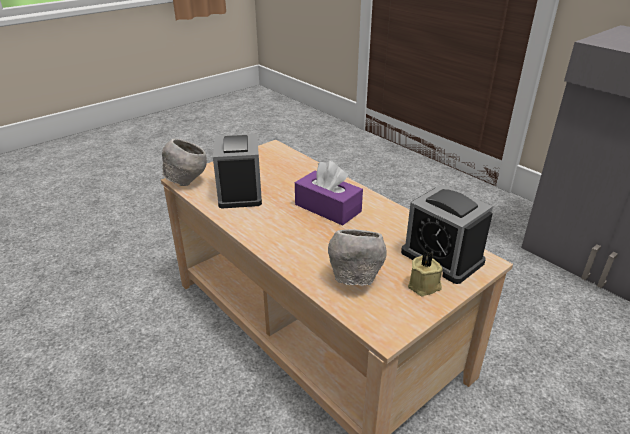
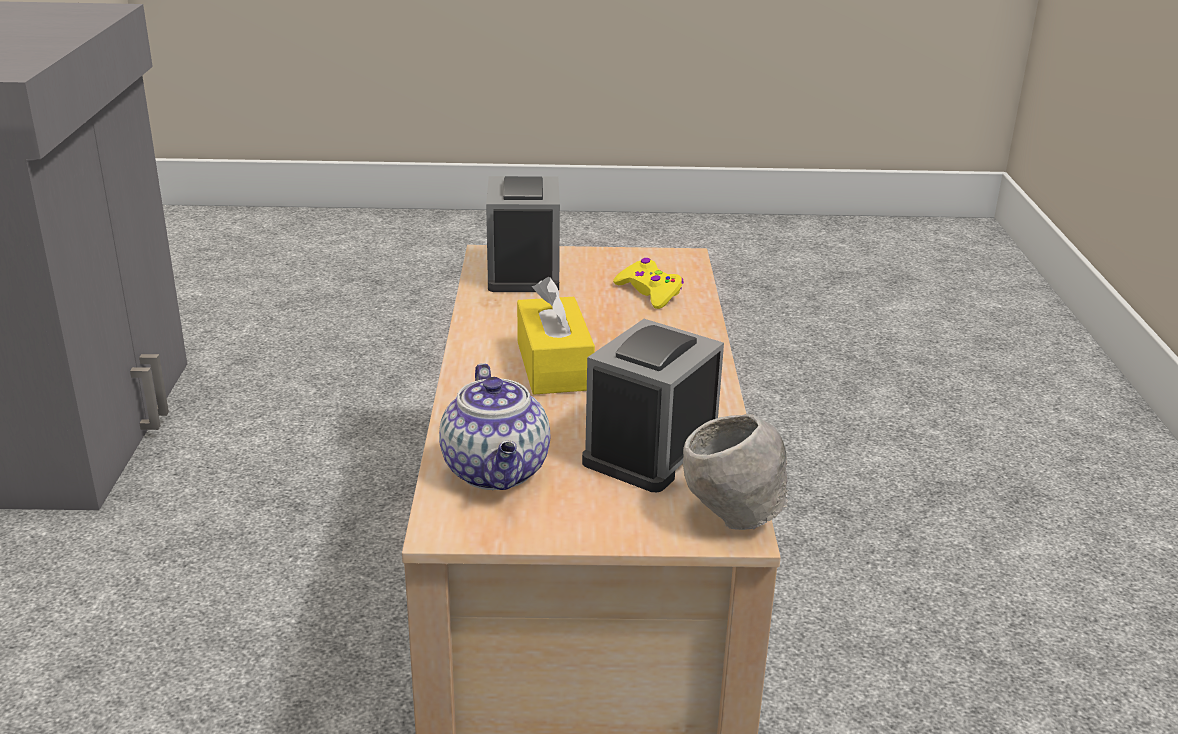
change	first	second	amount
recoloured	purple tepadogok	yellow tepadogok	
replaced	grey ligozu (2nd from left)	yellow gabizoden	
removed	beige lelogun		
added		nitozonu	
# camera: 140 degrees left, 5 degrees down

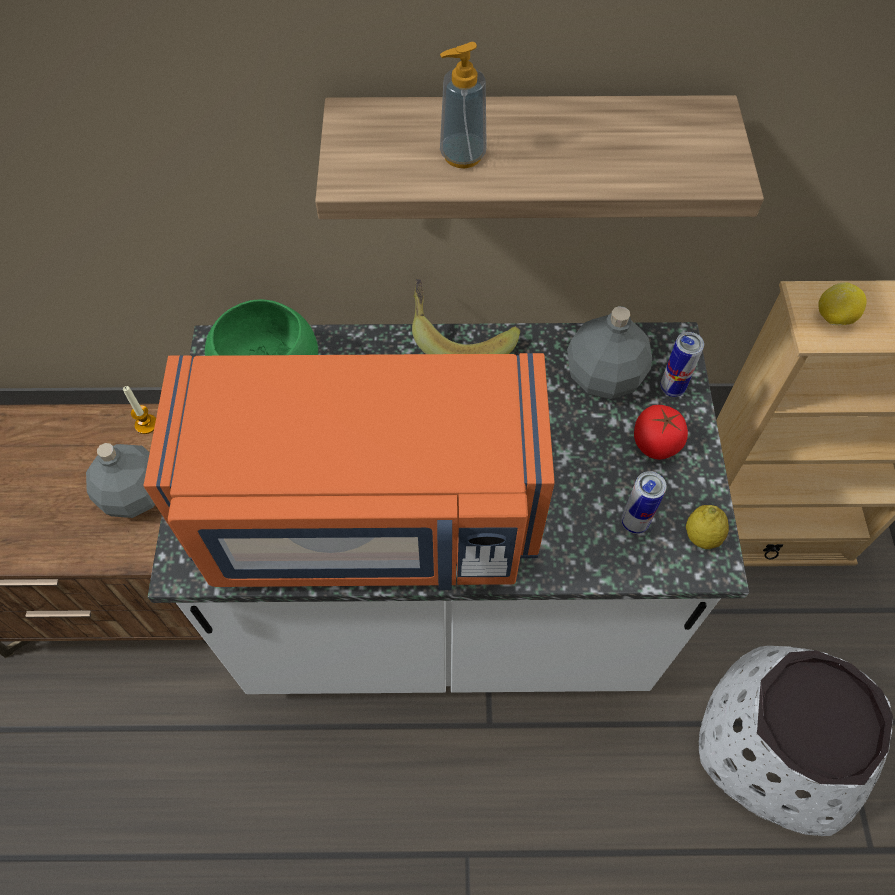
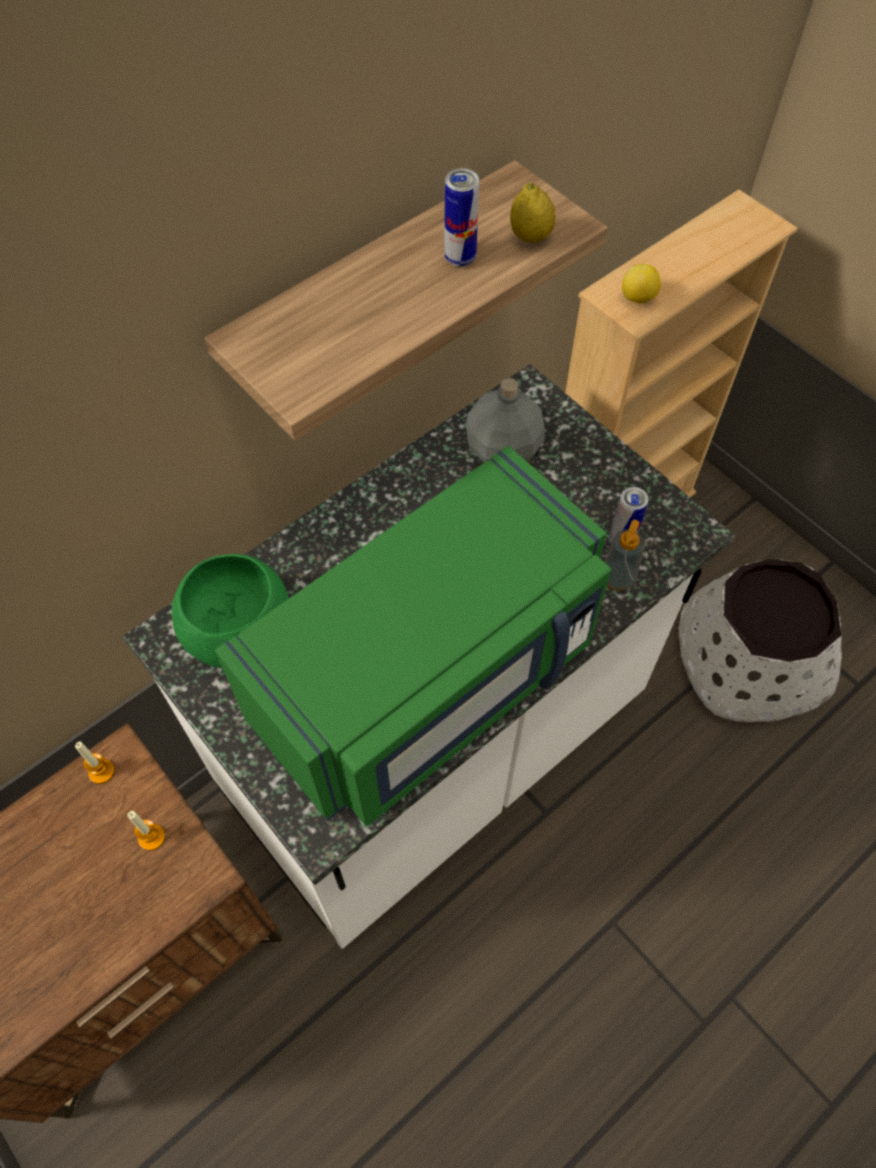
change	first	second	amount
moved	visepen		
removed	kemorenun		
moved	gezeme (2nd from left in the first image)	gezeme (1st from left)	
recoloured	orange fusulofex	green fusulofex	
removed	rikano		
replaced	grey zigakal (1st from left)	lelogun (2nd from left)	
moved	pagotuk (1st from left)		
# camera: 40 degrees left, 0 degrees up

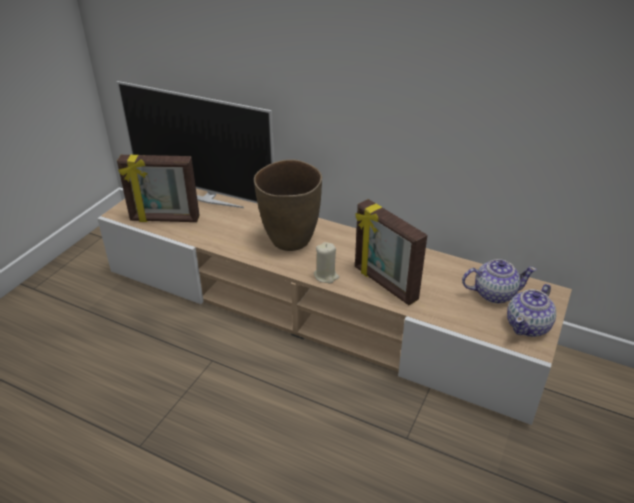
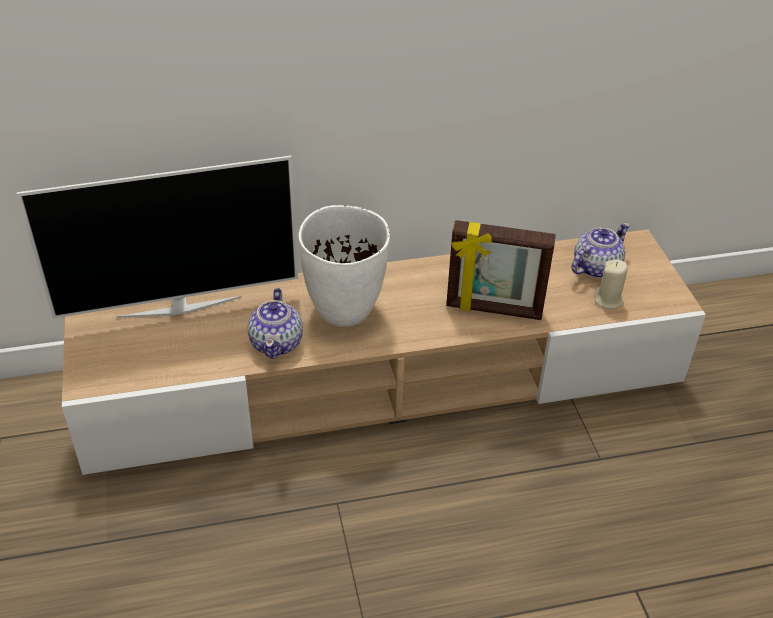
change	first	second	amount
removed	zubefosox (1st from left)		
recoloured	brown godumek	white godumek	
moved	beige lelogun		
moved	nitozonu (2nd from left in the first image)	nitozonu (1st from left)	
# camera: 40 degrees left, 5 degrees up

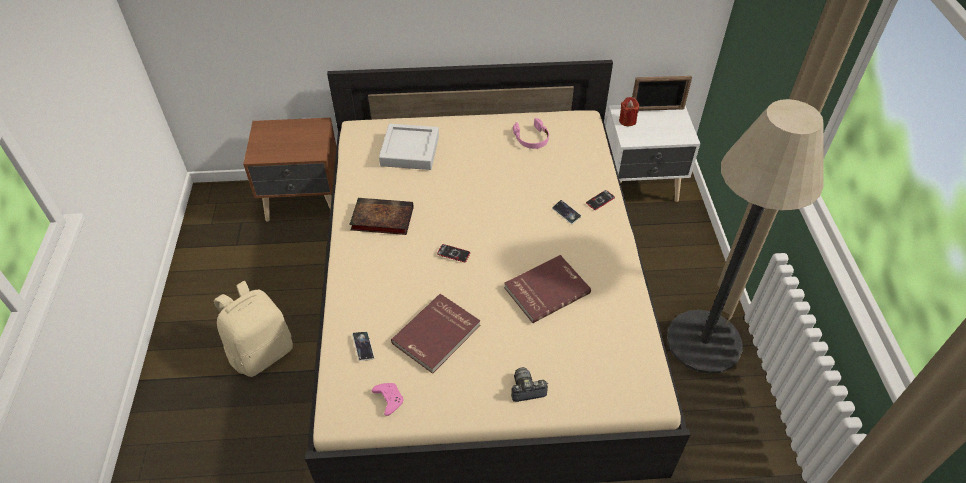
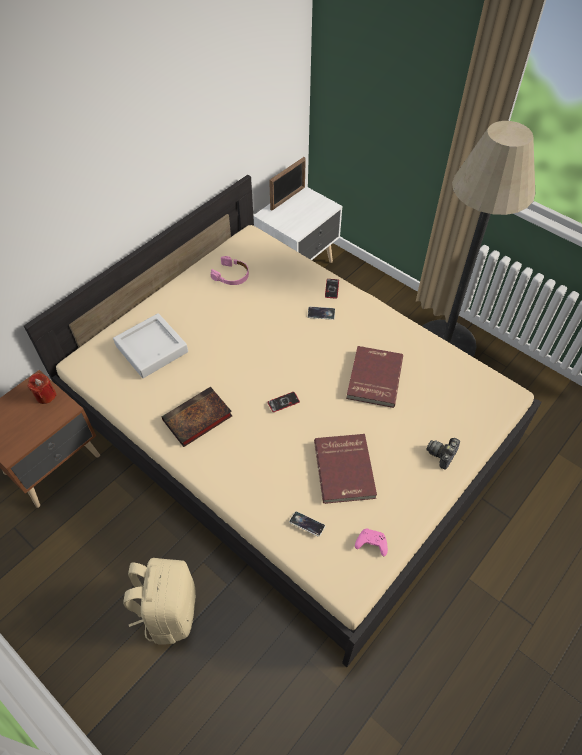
change	first	second	amount
moved	red lelogun		
# camera: 45 degrees left, 5 degrees up

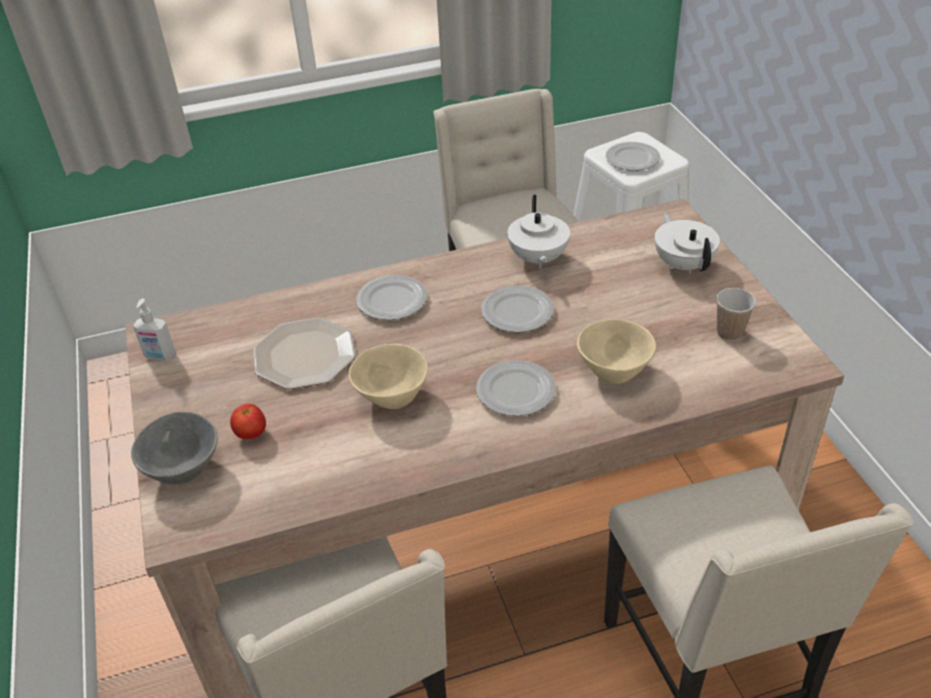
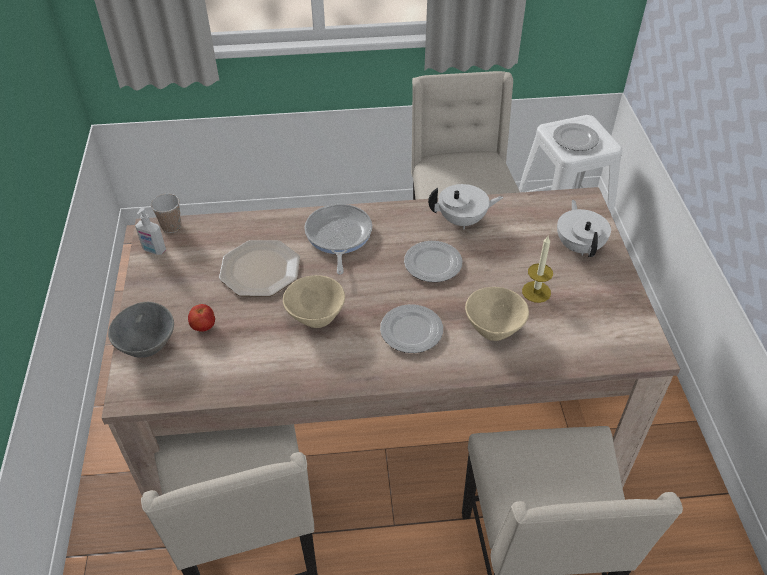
change	first	second	amount
turned	white nitozonu (1st from left)		105 degrees counterclockwise
replaced	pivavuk (2nd from left)	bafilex	
moved	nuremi		
added		lelogun	
# camera: 10 degrees right, 5 degrees up

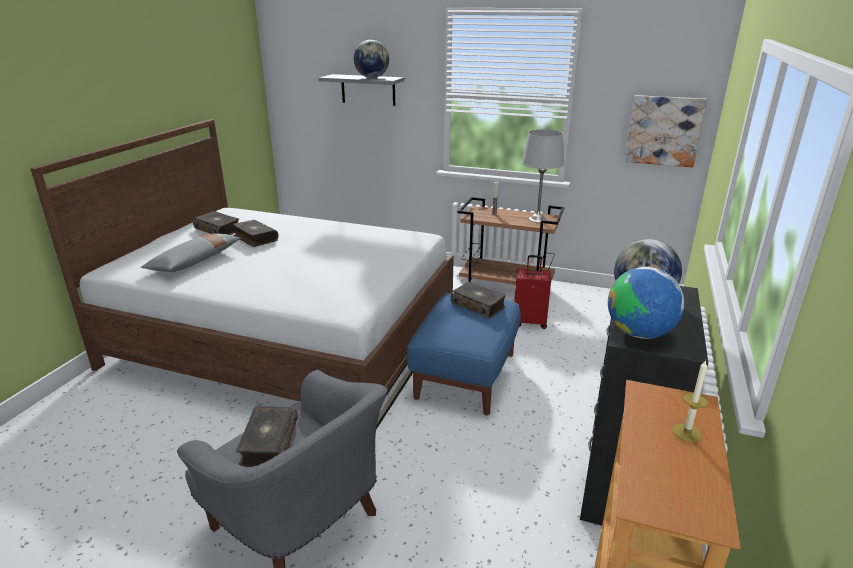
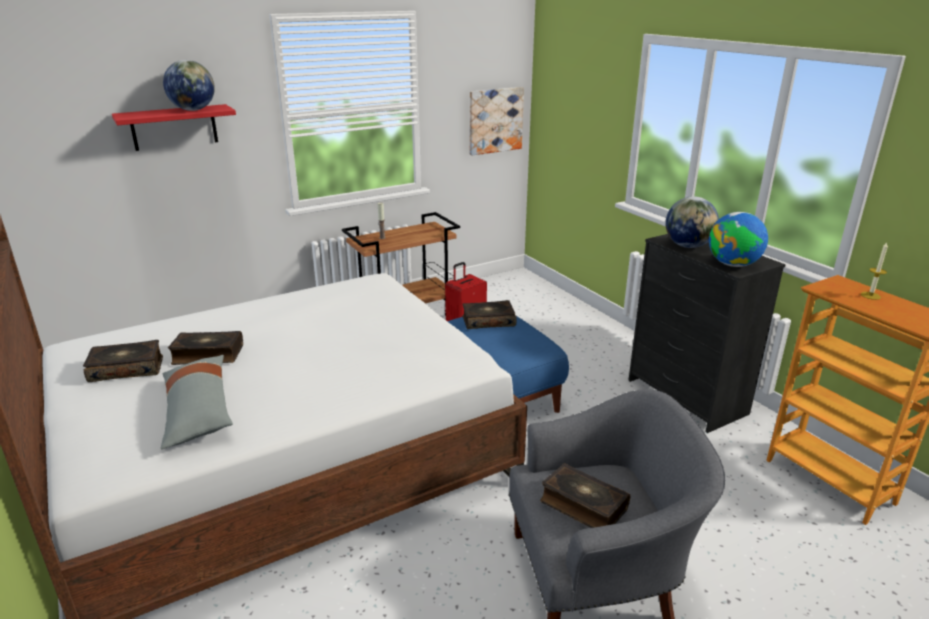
change	first	second	amount
recoloured	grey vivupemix	red vivupemix	
removed	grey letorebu		
# camera: 50 degrees left, 0 degrees up

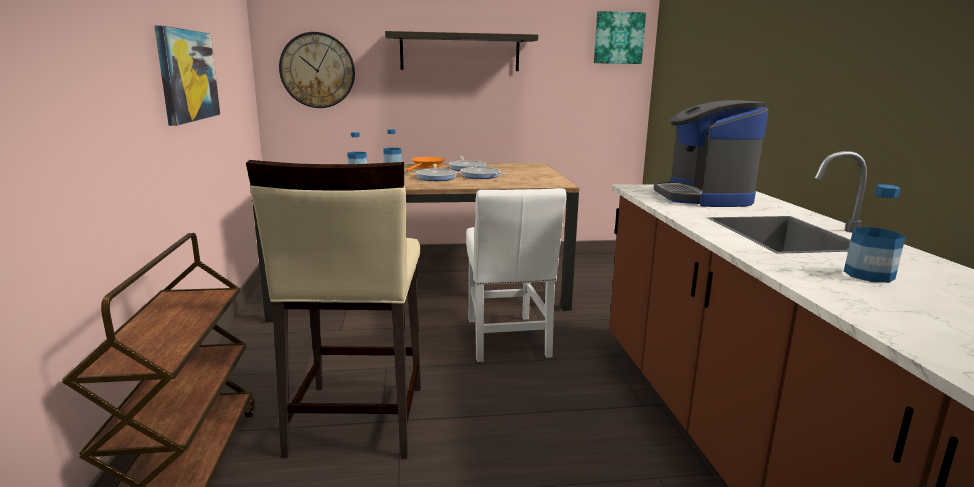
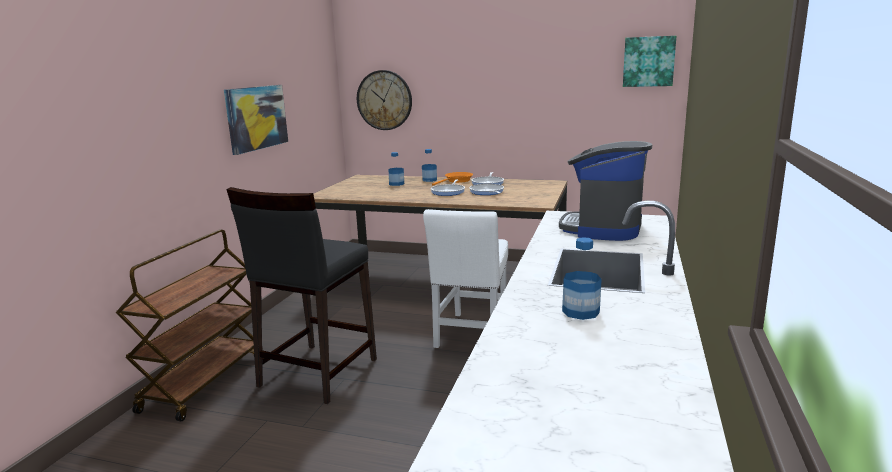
change	first	second	amount
removed	vivupemix		
recoloured	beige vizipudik	black vizipudik	
# camera: 25 degrees right, 0 degrees up

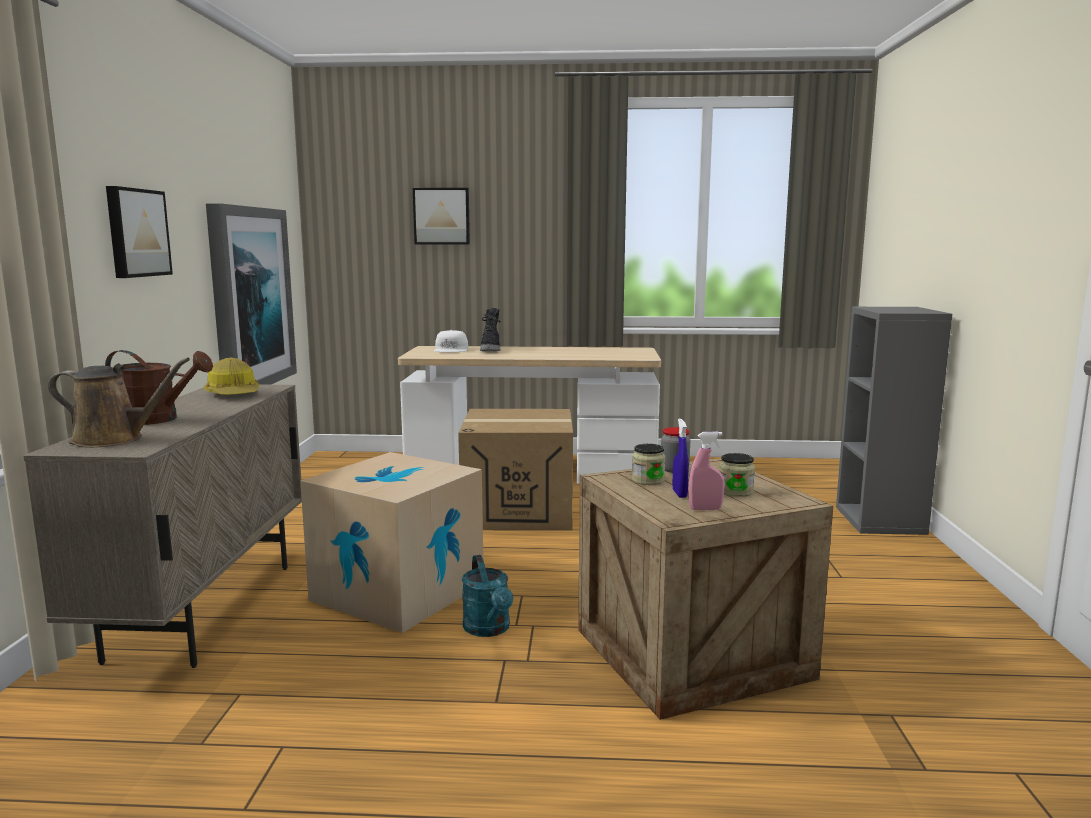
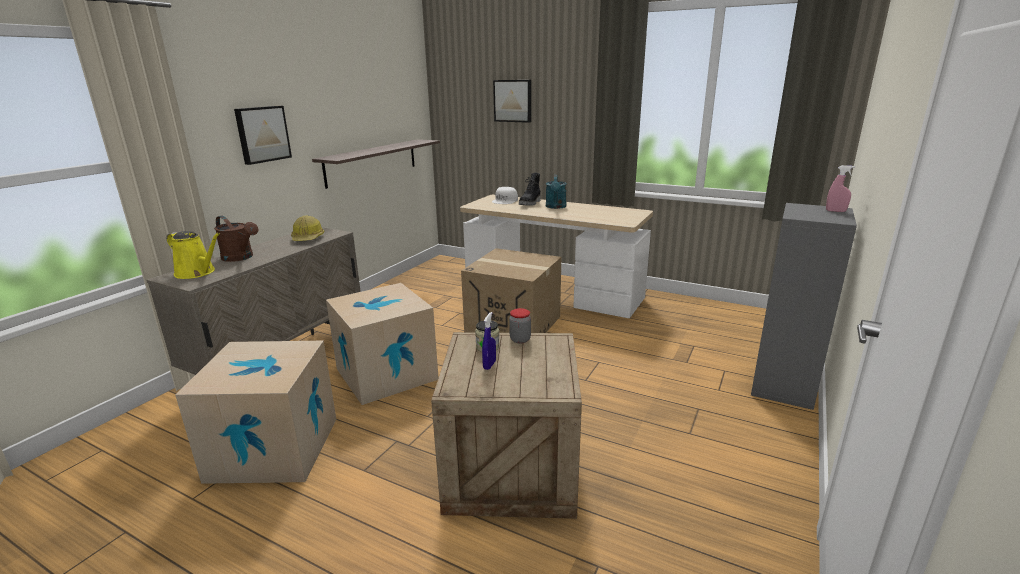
change	first	second	amount
replaced	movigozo (2nd from left)	vivupemix	
recoloured	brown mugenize (1st from left)	yellow mugenize	
moved	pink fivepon		
removed	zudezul (3rd from left)		
moved	turquoise mugenize		
added		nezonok (1st from left)	
# camera: 25 degrees right, 10 degrees up

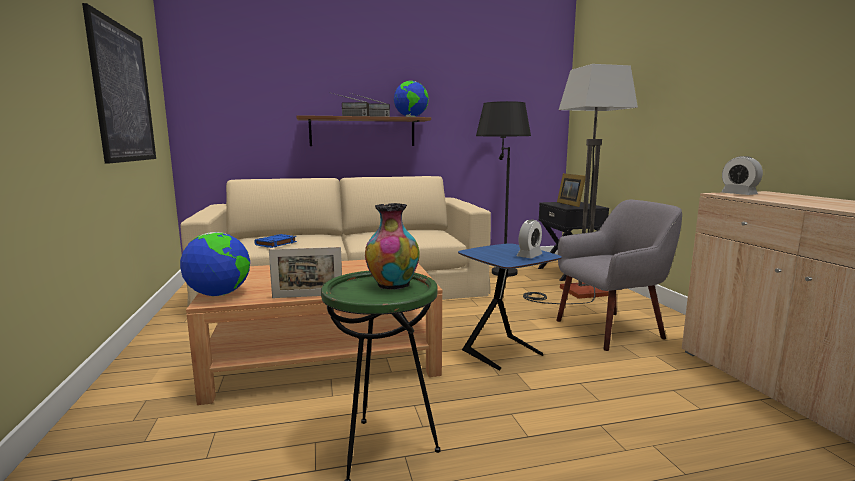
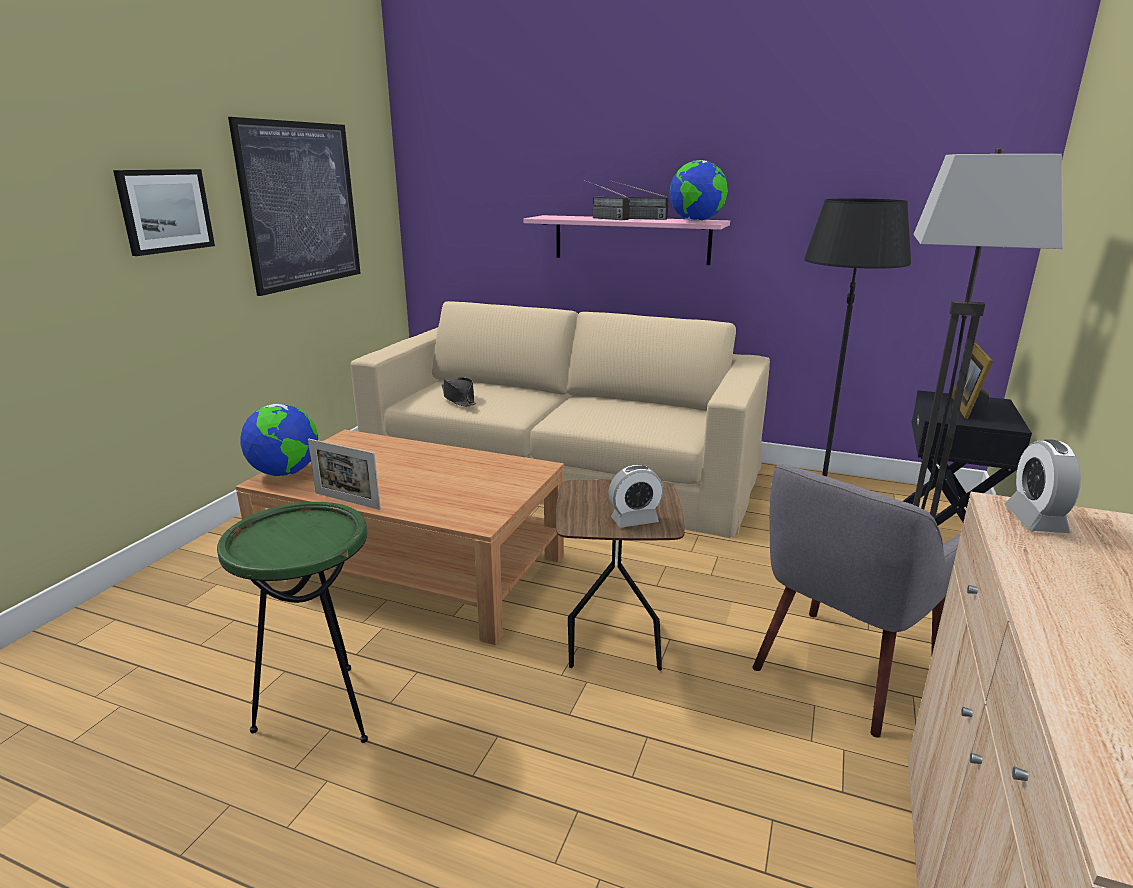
change	first	second	amount
recoloured	brown vivupemix	pink vivupemix	
turned	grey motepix		120 degrees clockwise
removed	godumek		
replaced	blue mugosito	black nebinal	
recoloured	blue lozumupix	brown lozumupix	
added		movigozo (1st from left)	
# camera: 35 degrees right, 10 degrees up

